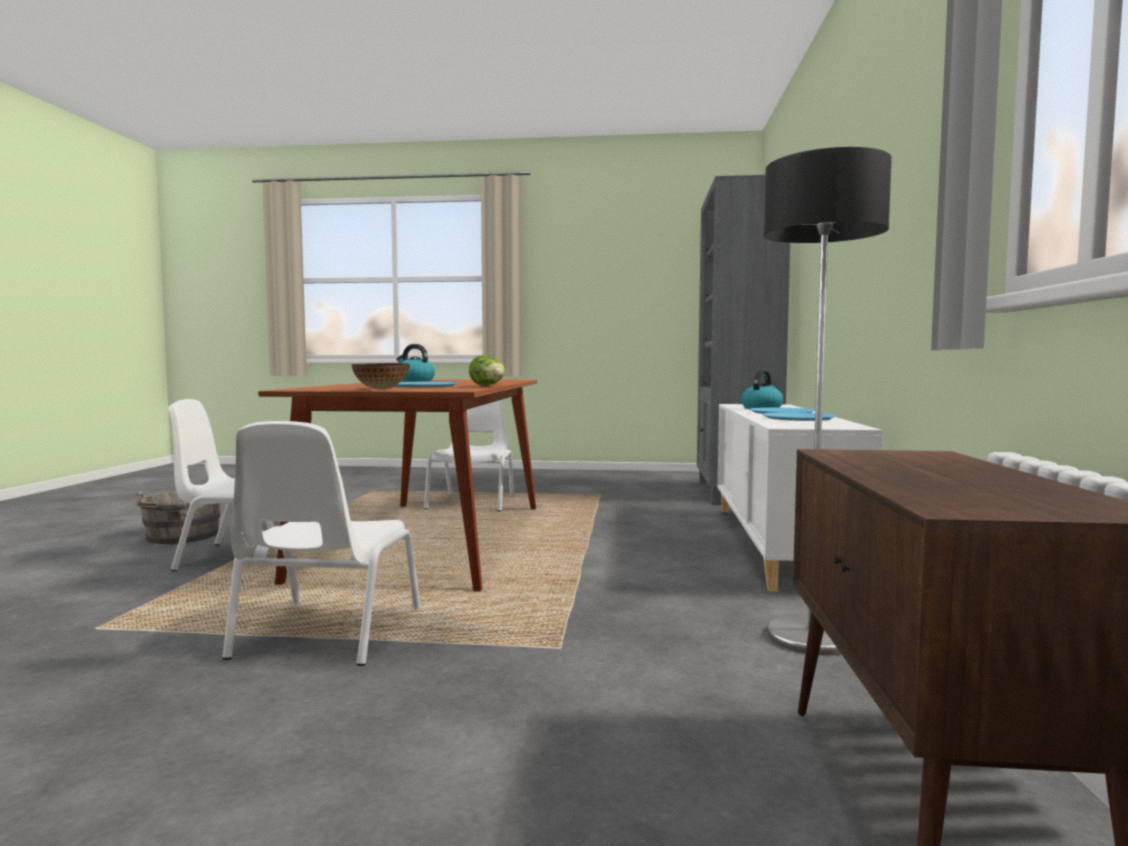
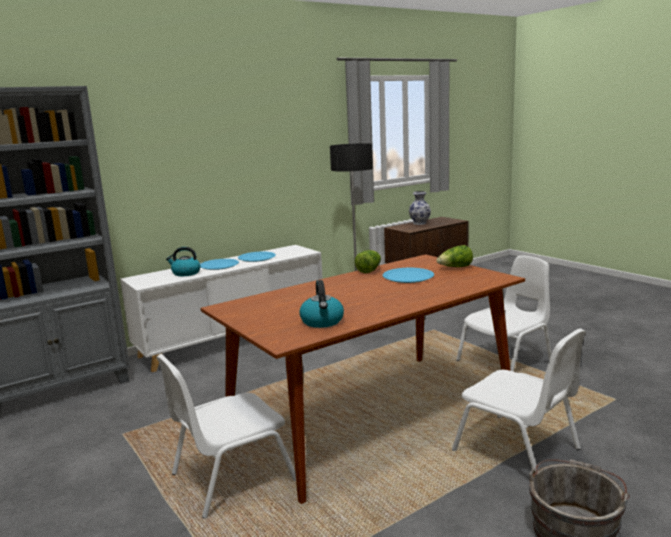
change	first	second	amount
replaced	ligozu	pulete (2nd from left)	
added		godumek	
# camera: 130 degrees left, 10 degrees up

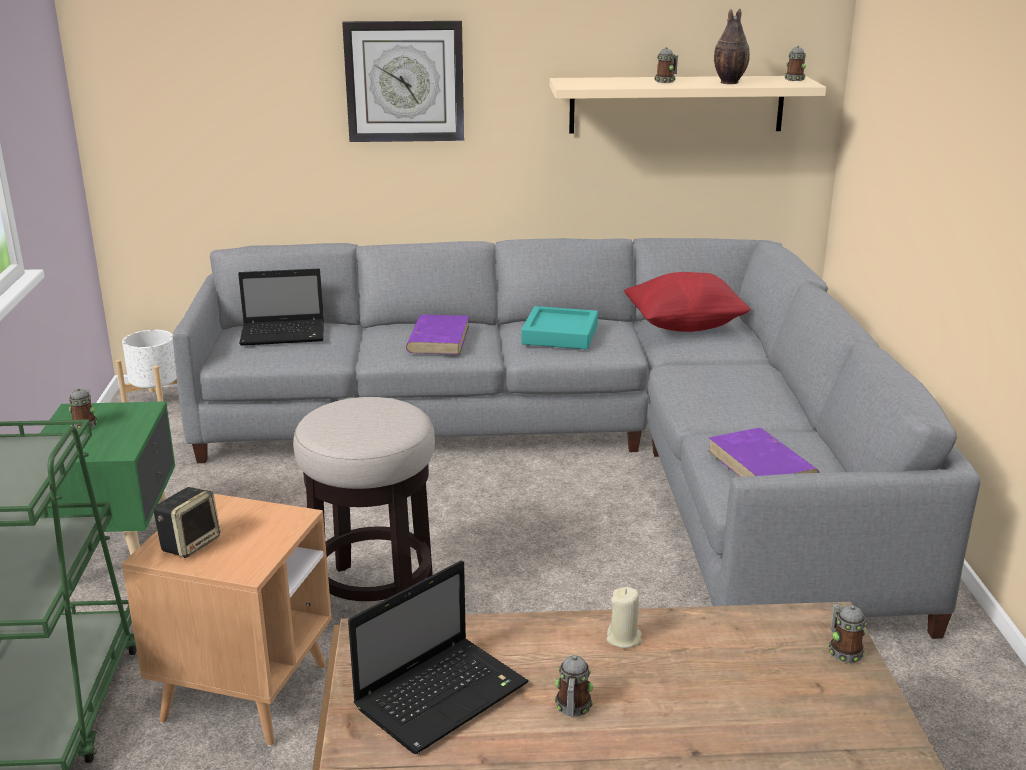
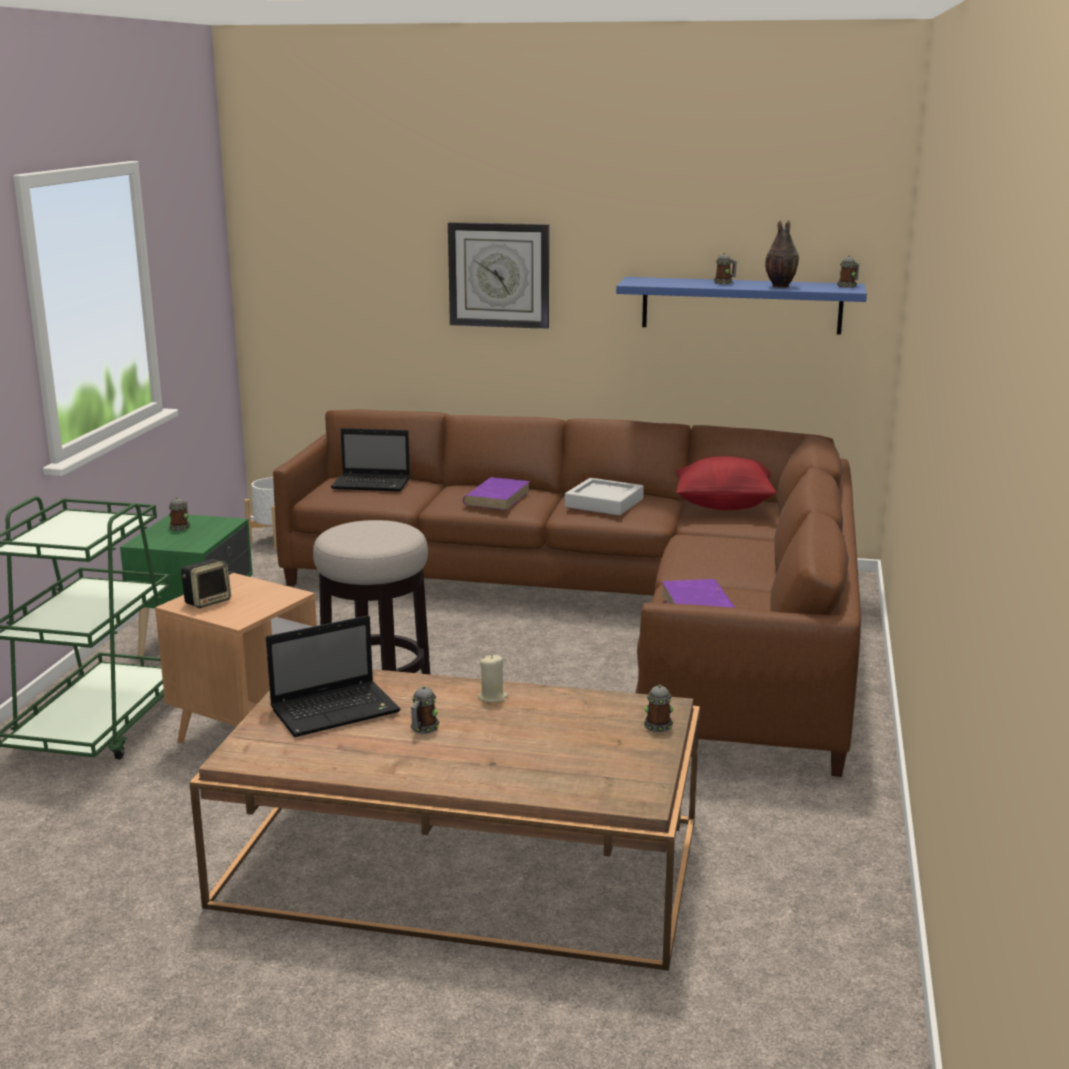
change	first	second	amount
recoloured	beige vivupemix	blue vivupemix	
recoloured	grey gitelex	brown gitelex	
recoloured	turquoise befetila	grey befetila	
# camera: 15 degrees right, 5 degrees down

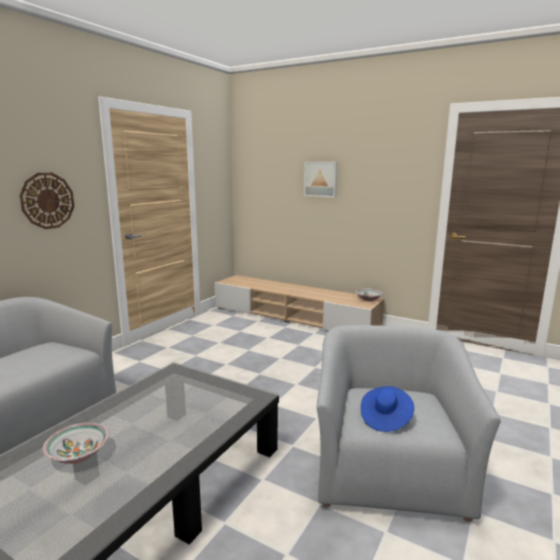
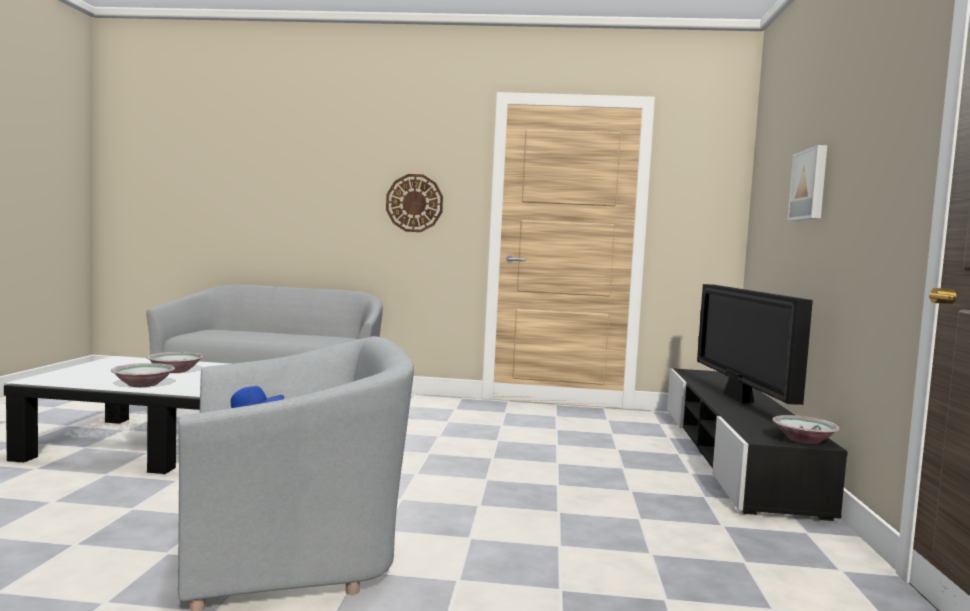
change	first	second	amount
recoloured	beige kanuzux	black kanuzux	
added		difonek	
added		ligozu (1st from left)	
# camera: 65 degrees right, 10 degrees down

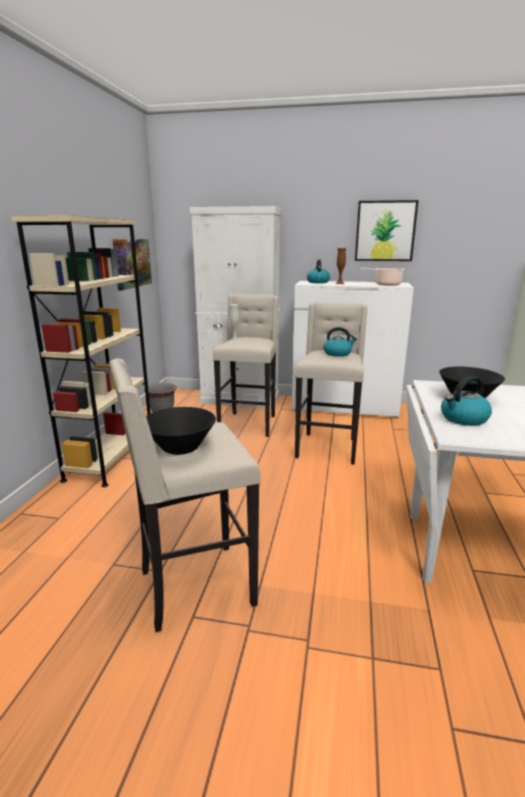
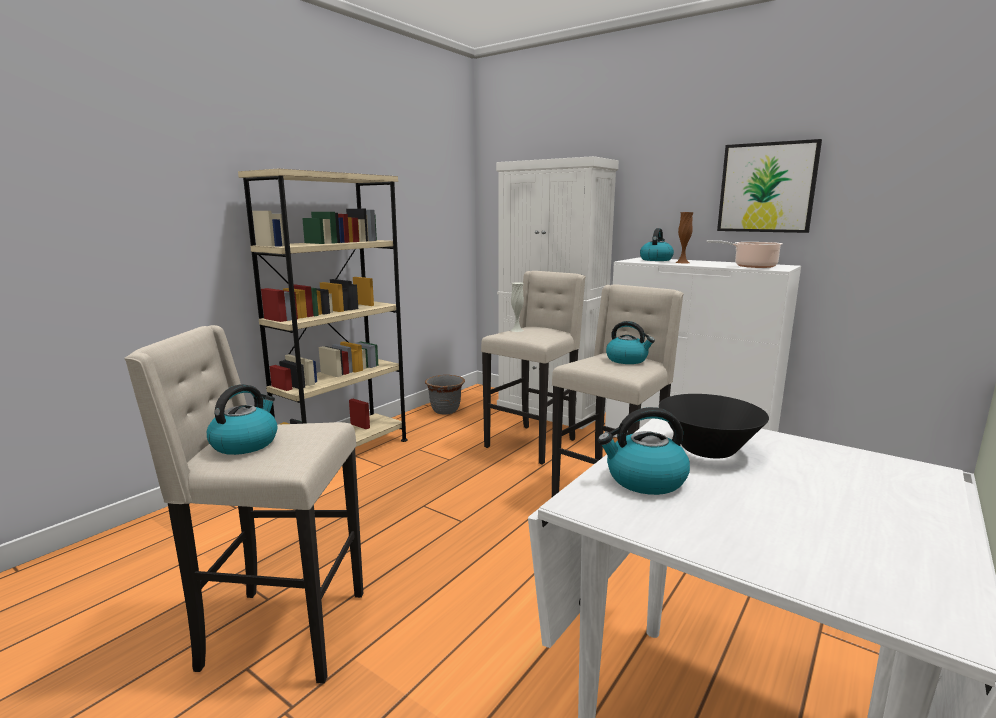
change	first	second	amount
removed	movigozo (1st from left)		
replaced	black ligozu (1st from left)	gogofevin (1st from left)	
# camera: 25 degrees right, 5 degrees down

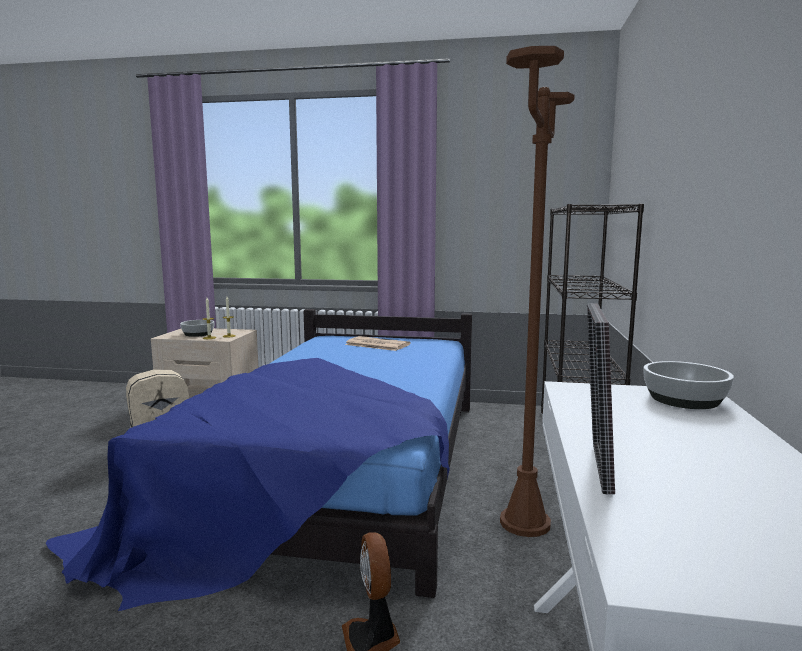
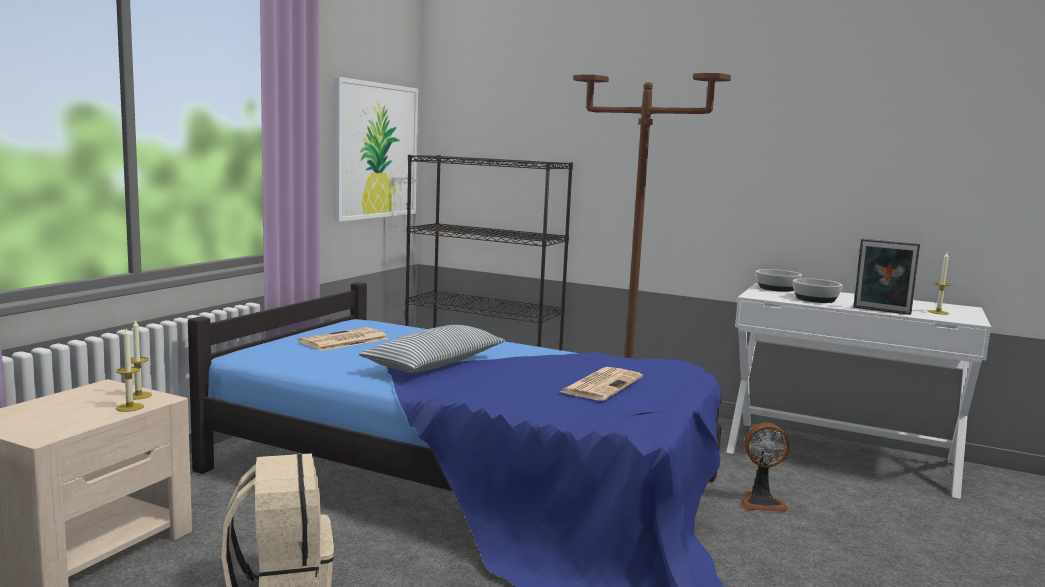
change	first	second	amount
moved	ligozu (1st from left in the first image)	ligozu (2nd from left)	
added		movigozo	
added		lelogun (3rd from left)	
added		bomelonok	
added		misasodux (2nd from left)	
# camera: 75 degrees left, 0 degrees up

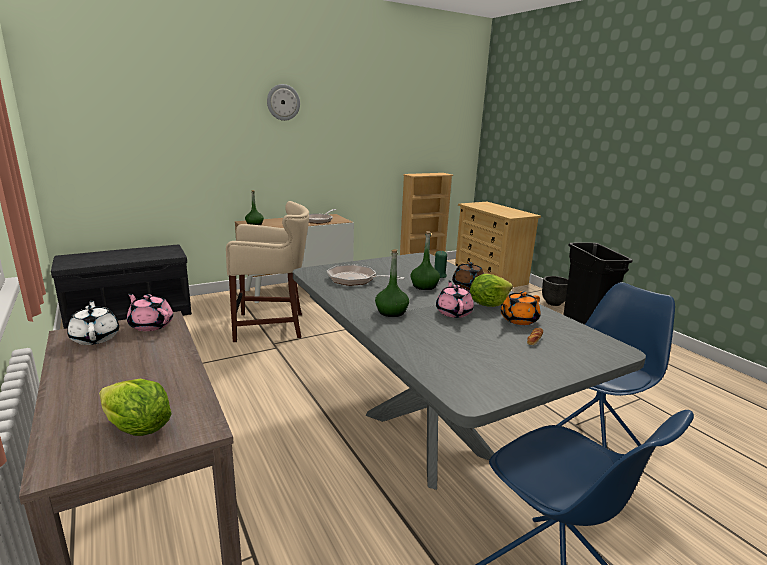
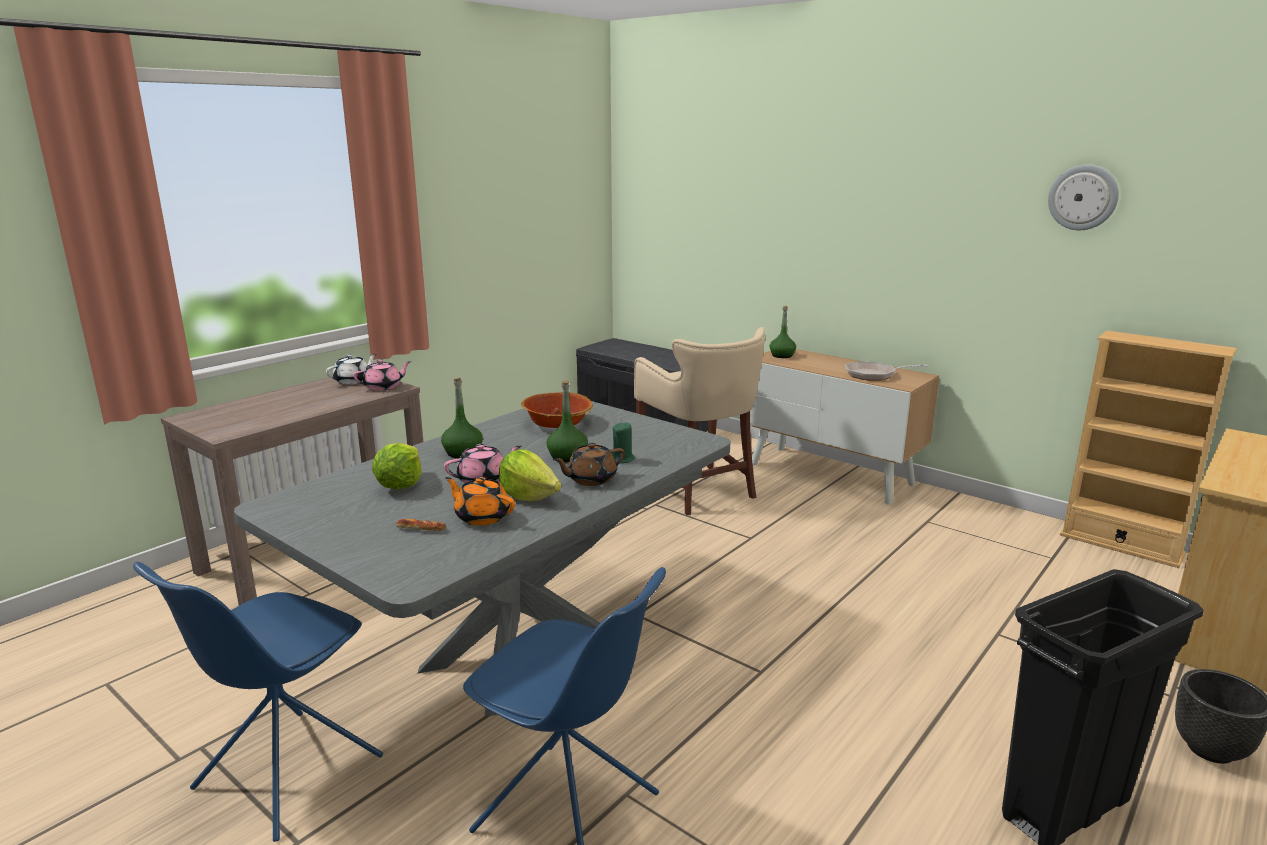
change	first	second	amount
moved	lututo		
replaced	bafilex (2nd from left)	ligozu	
turned	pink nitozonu (1st from left)		45 degrees clockwise
moved	pulete (1st from left)		
# camera: 70 degrees right, 0 degrees up

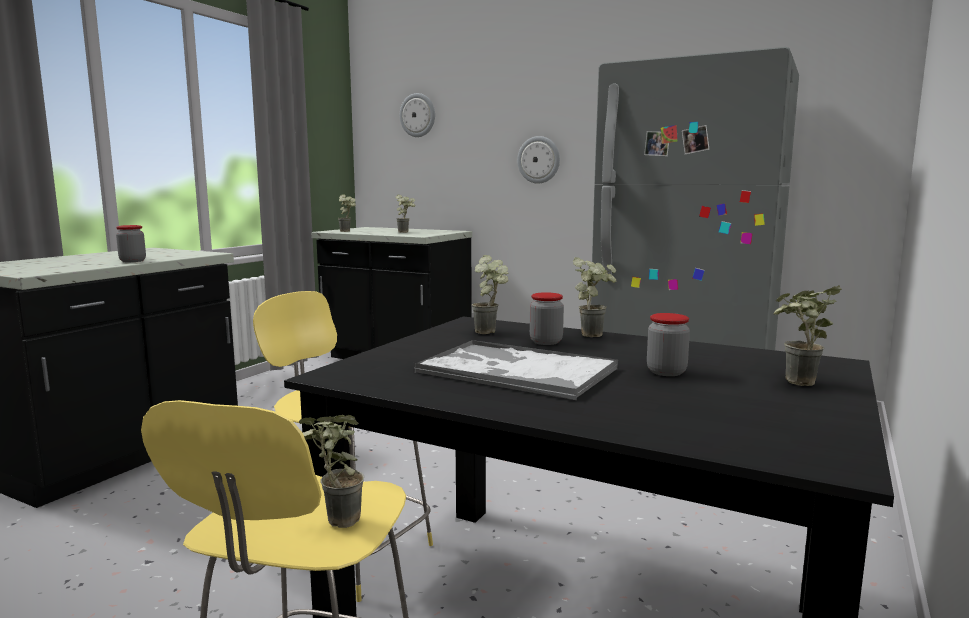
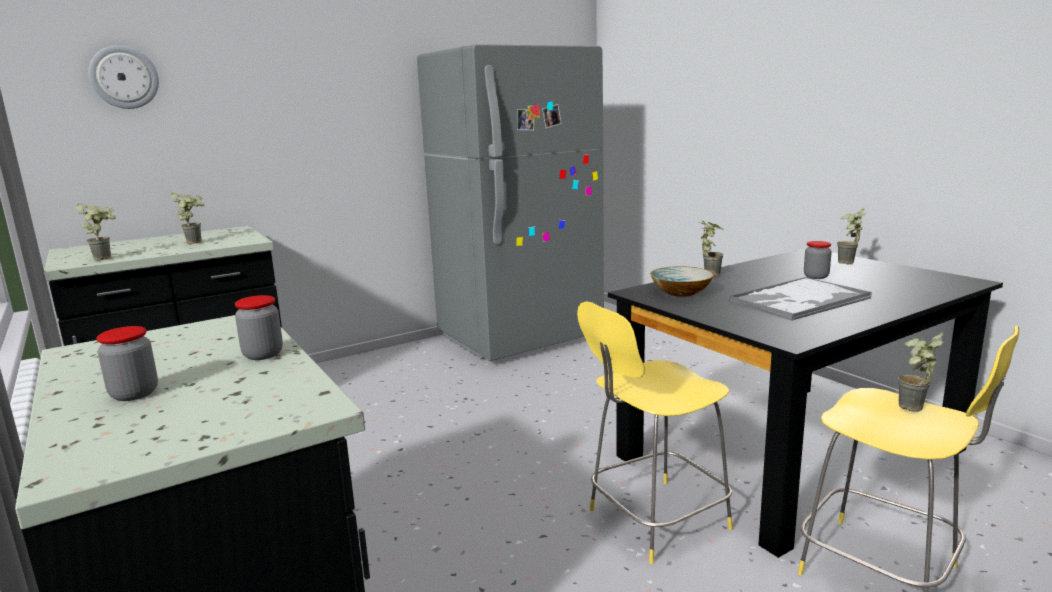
change	first	second	amount
removed	lututo (2nd from left)		
replaced	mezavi (4th from left)	ligozu	
moved	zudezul (2nd from left in the first image)	zudezul (1st from left)	
# camera: 60 degrees left, 5 degrees up

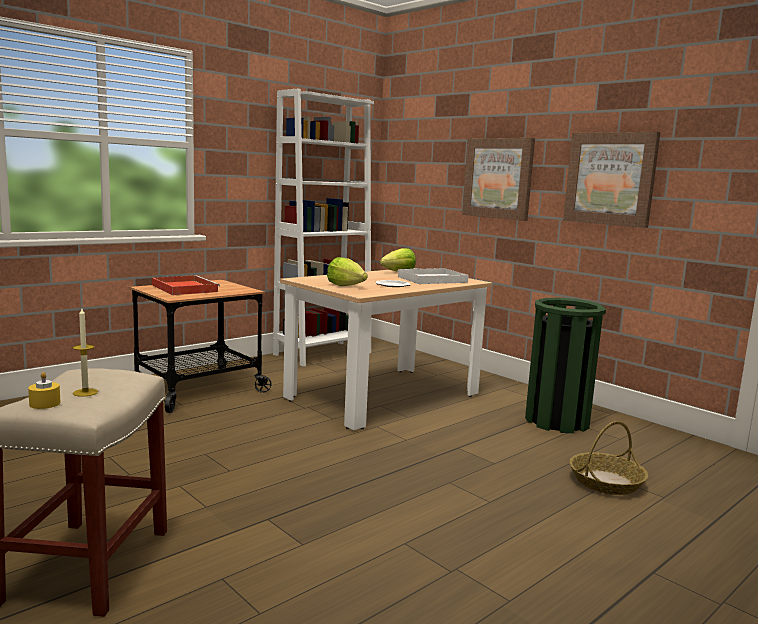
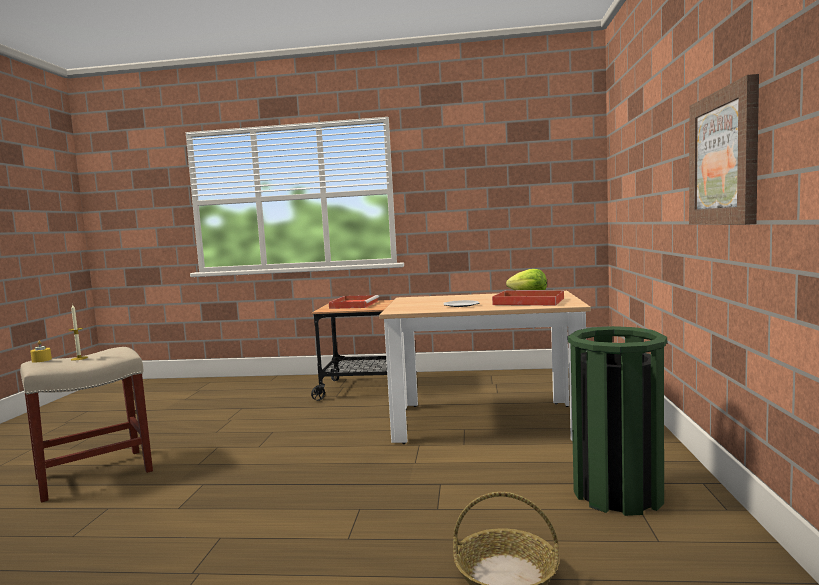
change	first	second	amount
removed	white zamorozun		
removed	movigozo (1st from left)		
removed	pulete (1st from left)		
recoloured	white befetila	red befetila (2nd from left)	
# camera: 50 degrees right, 5 degrees down

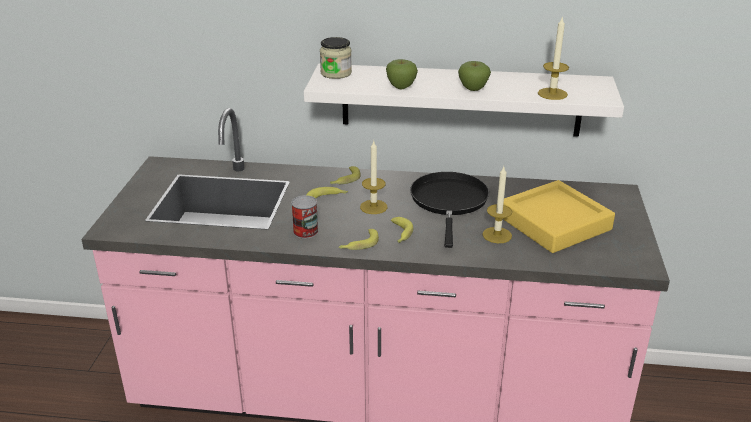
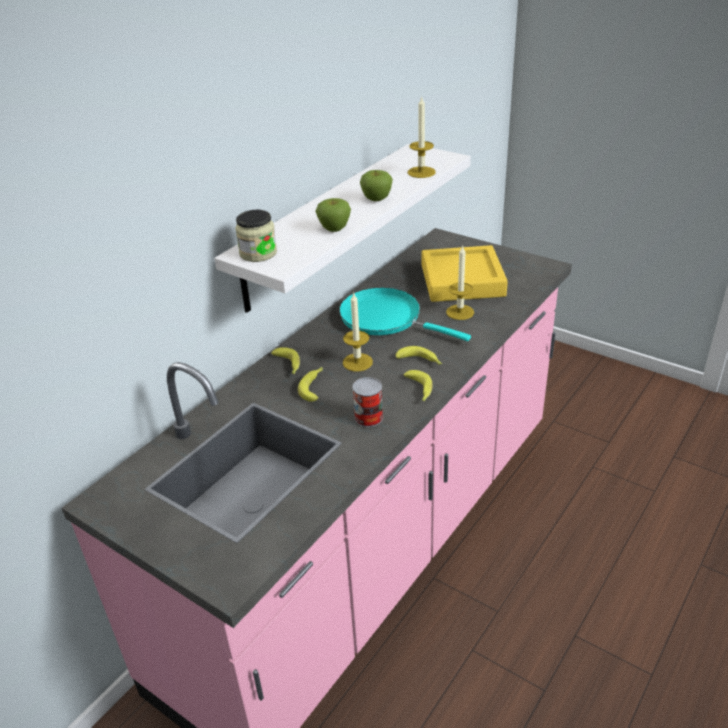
change	first	second	amount
recoloured	black bafilex	turquoise bafilex	
# camera: 60 degrees left, 5 degrees up

